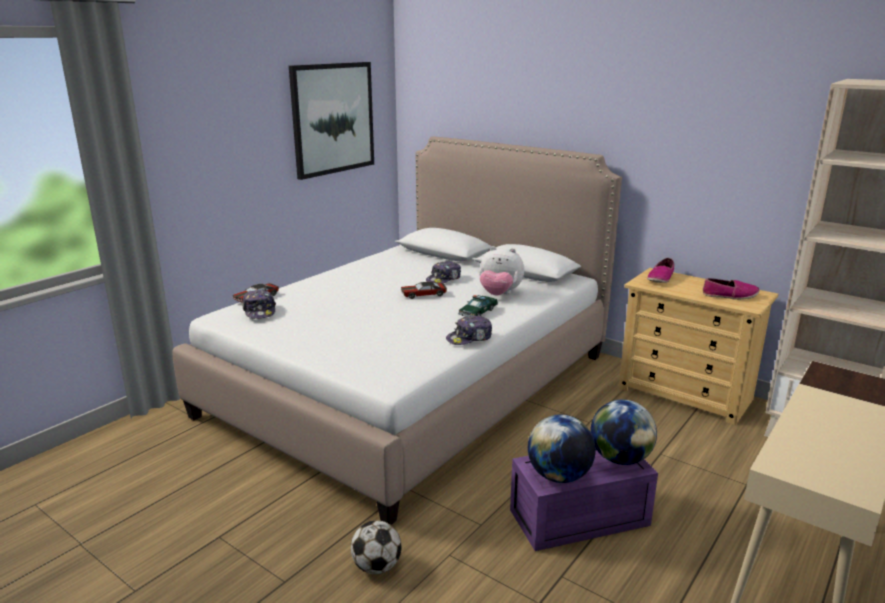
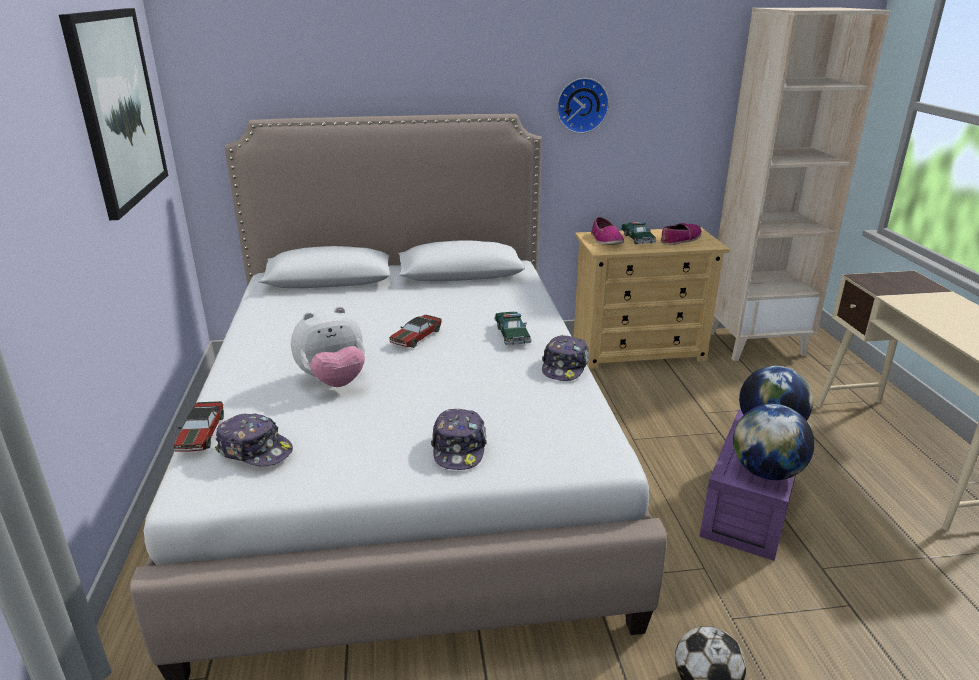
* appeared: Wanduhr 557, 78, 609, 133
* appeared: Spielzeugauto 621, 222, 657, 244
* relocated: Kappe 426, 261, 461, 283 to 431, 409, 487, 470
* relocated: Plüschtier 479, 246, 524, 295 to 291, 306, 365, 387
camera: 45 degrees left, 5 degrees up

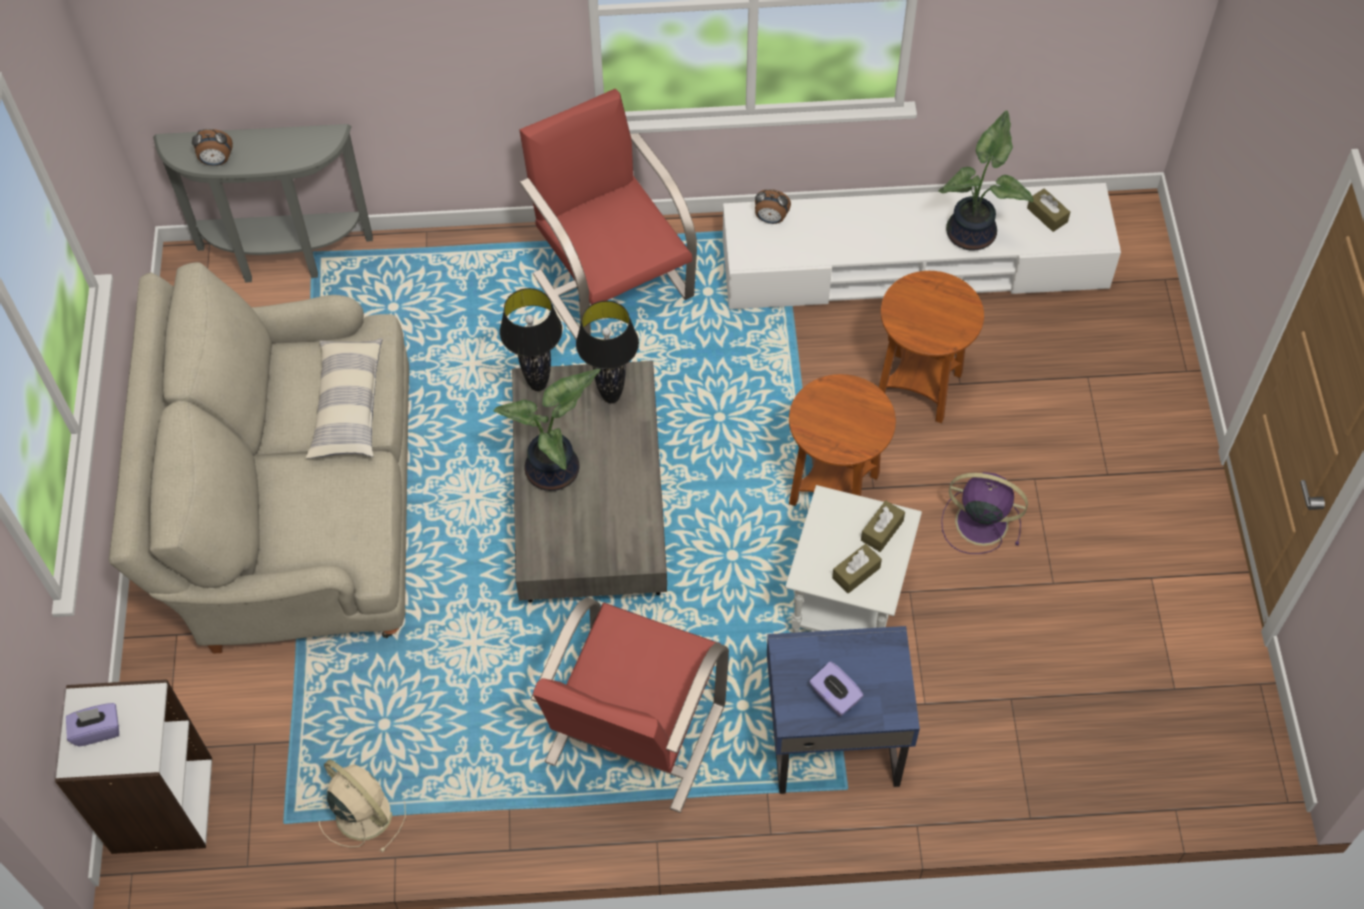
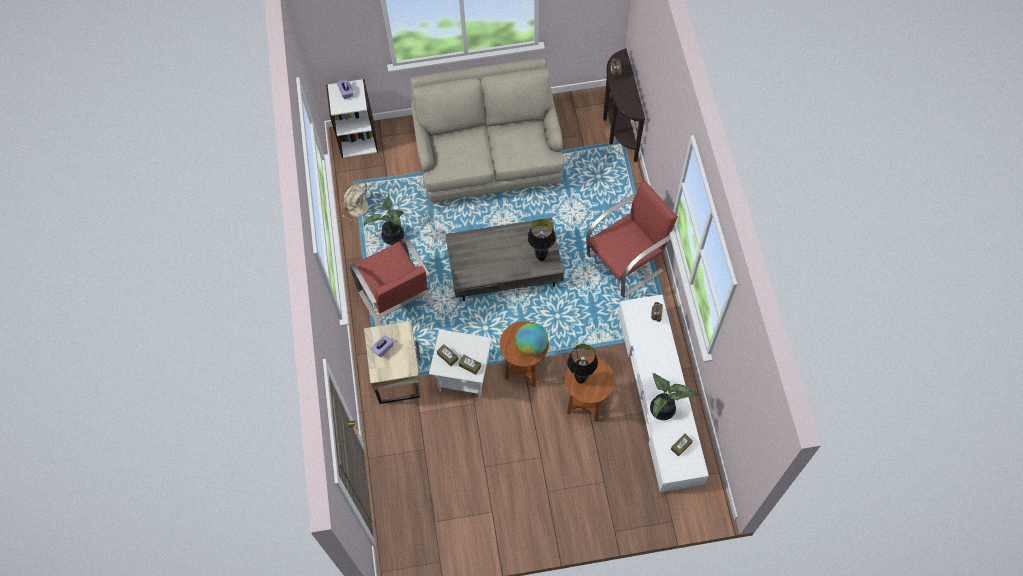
* missing: Kissen 306, 338, 383, 458
* missing: Ventilator [lila] 941, 472, 1028, 554
* appeared: Globus 516, 323, 548, 356
* relocated: Topfpflanze 493, 369, 601, 491 to 364, 195, 404, 245
* relocated: Tischlampe [schwarz] 500, 288, 562, 391 to 567, 344, 598, 384
* colour: Konsolentisch [grau] 153, 124, 373, 283 to Konsolentisch [braun] 603, 49, 645, 162
* colour: Nachttisch [blau] 767, 626, 920, 794 to Nachttisch [beige] 364, 321, 421, 404
* spun: Sessel [rot] 531, 597, 729, 813 = 349, 238, 435, 326 135 degrees counterclockwise
camera: 85 degrees right, 5 degrees up

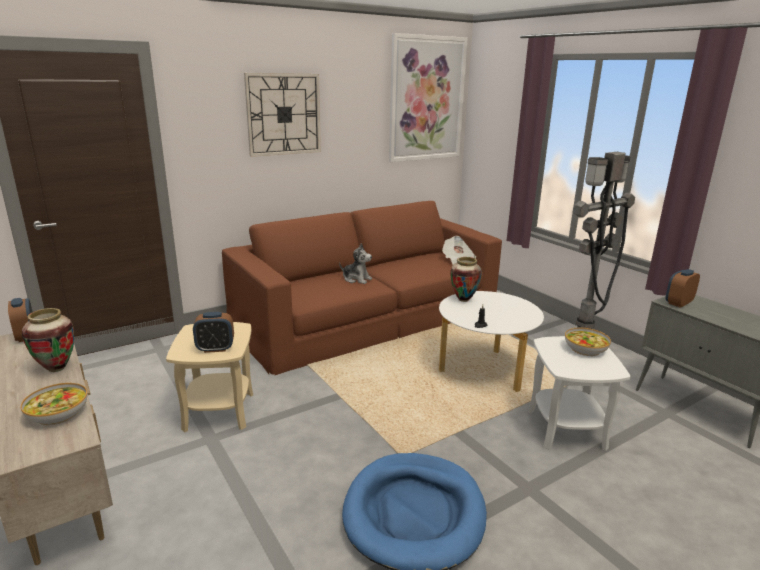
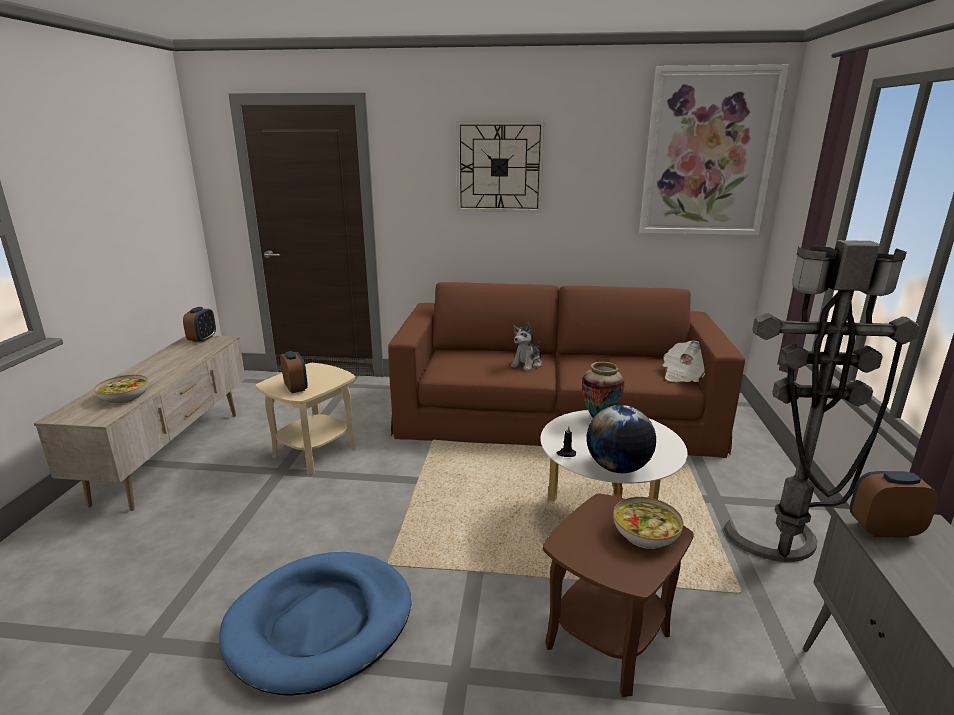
* missing: Vase 22, 308, 74, 372
* appeared: Globus 587, 405, 656, 473
* colour: Beistelltisch [weiß] 528, 336, 630, 451 to Beistelltisch [braun] 543, 494, 694, 697
* spun: Wecker 193, 312, 234, 353 = 280, 351, 308, 393 150 degrees counterclockwise
* spun: Plüschtier 339, 243, 372, 284 = 511, 323, 542, 371 60 degrees clockwise
camera: 40 degrees right, 0 degrees up

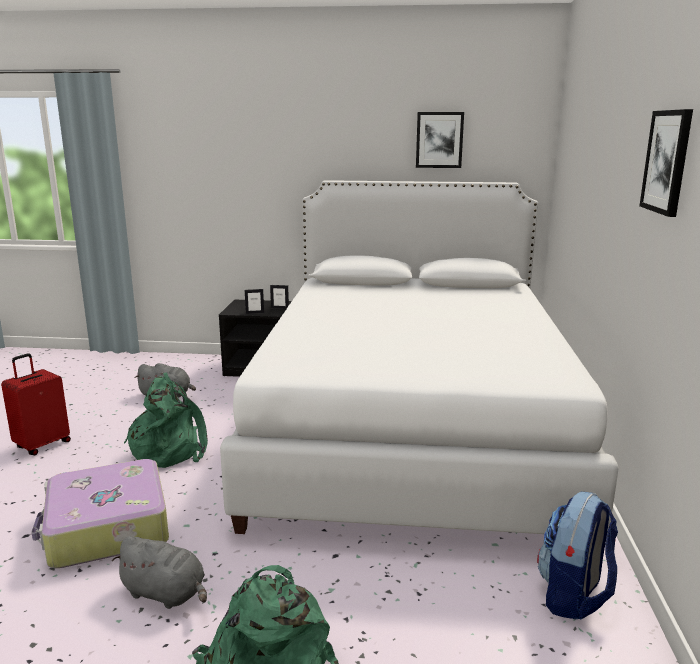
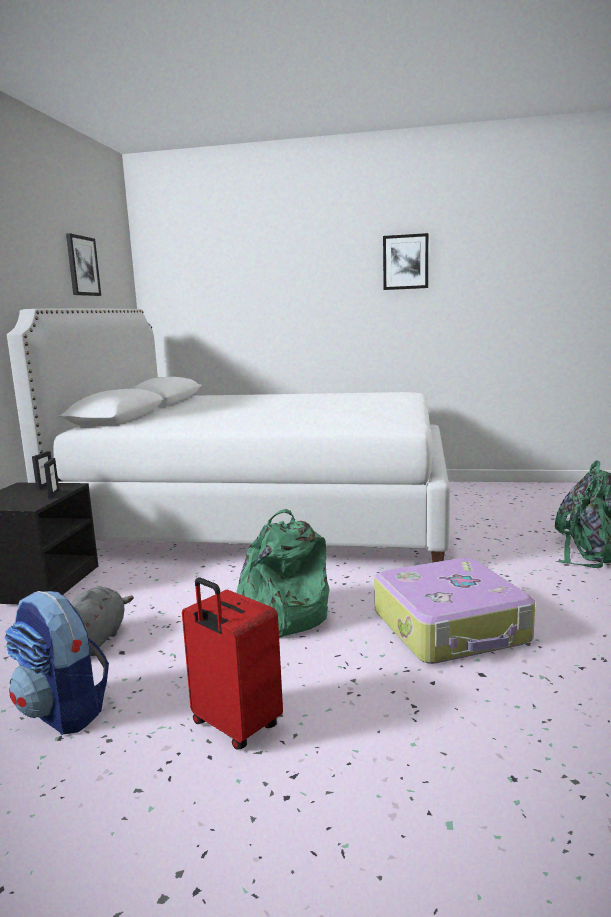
* missing: Plüschtier [grau] 112, 536, 207, 609
* relocated: Rucksack 537, 491, 618, 619 to 5, 591, 109, 735
camera: 85 degrees left, 5 degrees down

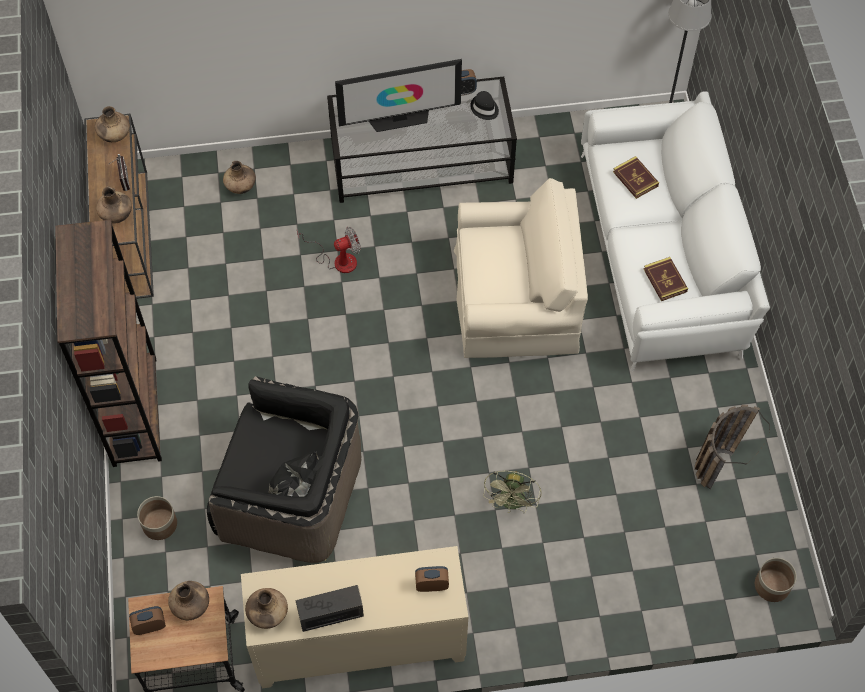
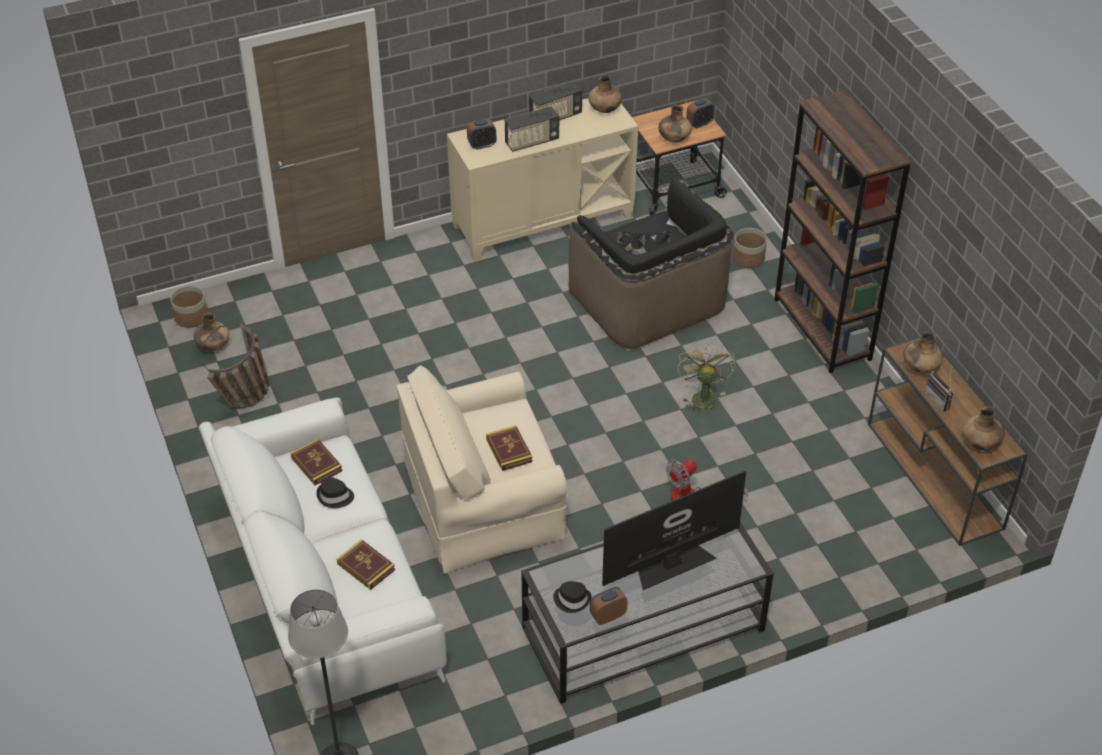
* appeared: Hut [schwarz] 316, 477, 354, 508
* appeared: Buch 486, 425, 532, 471
* appeared: Radio 505, 106, 559, 152
* relocated: Vase [braun] 223, 161, 256, 194 to 194, 312, 229, 351
* relocated: Ventilator [grün] 483, 471, 542, 514 to 678, 343, 735, 416
* spun: Sessel [schwarz] 207, 376, 361, 563 = 568, 178, 734, 351 120 degrees counterclockwise
camera: 165 degrees right, 15 degrees down

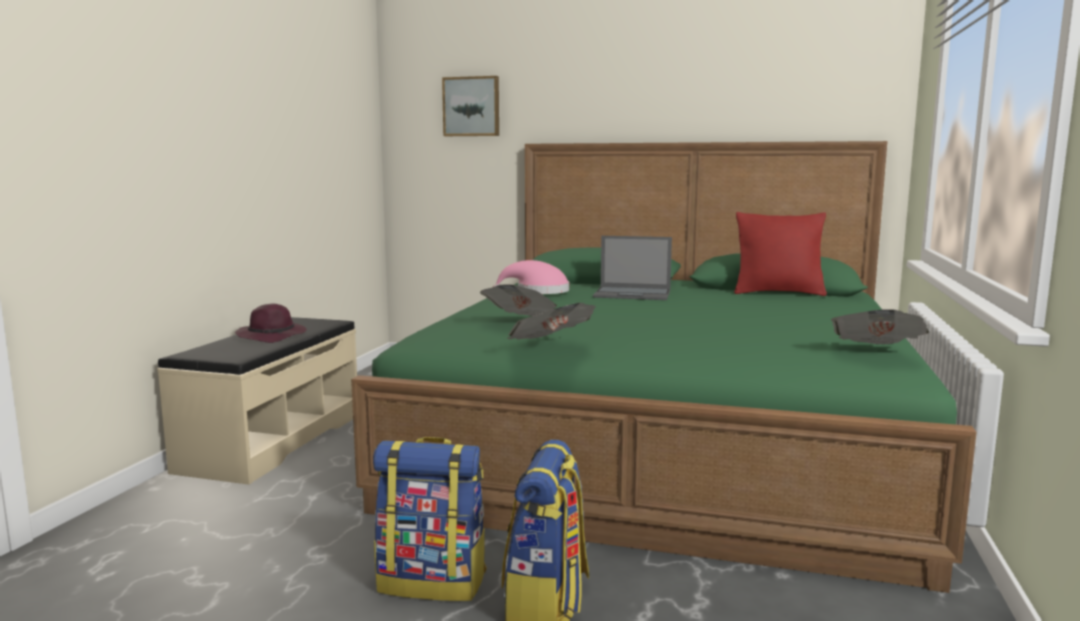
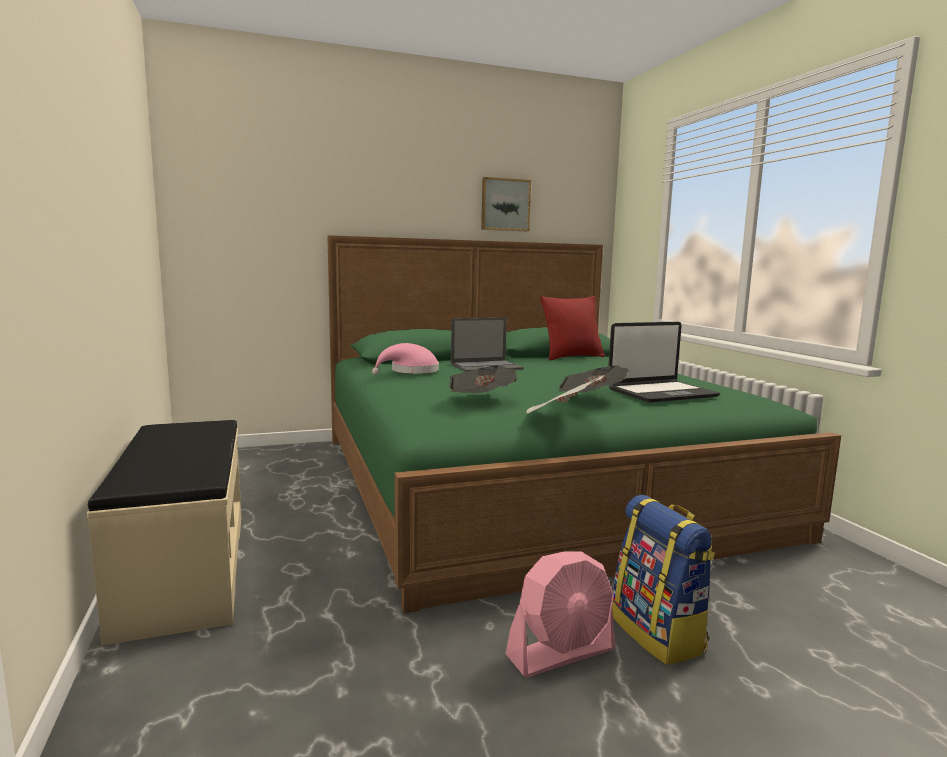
* missing: Hut [lila] 235, 303, 307, 343
* appeared: Laptop 609, 322, 720, 403
* relocated: Bild 442, 76, 499, 136 to 481, 177, 531, 231
* relocated: Zeitung 831, 309, 929, 344 to 558, 365, 629, 393
* exchanged: Rucksack 373, 437, 487, 601 to Ventilator [rosa] 506, 552, 616, 677
camera: 35 degrees left, 0 degrees up

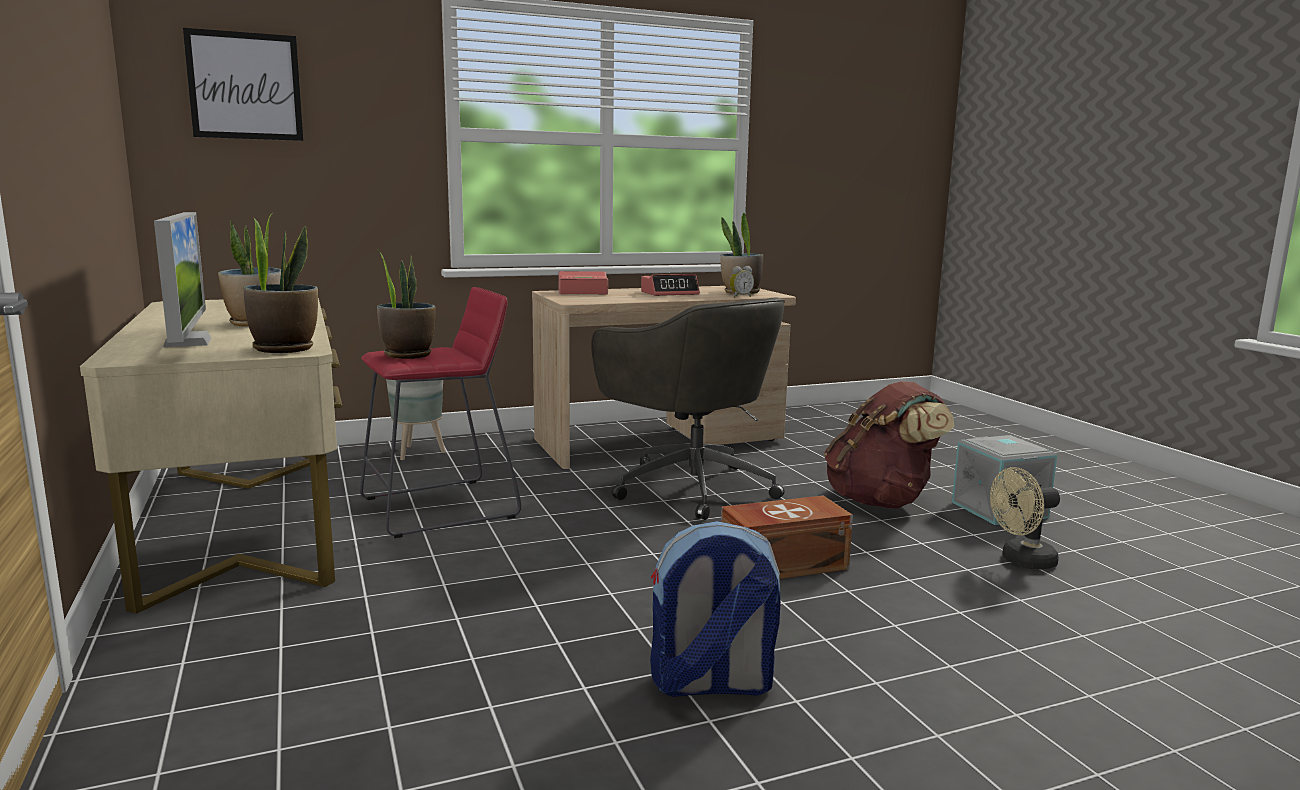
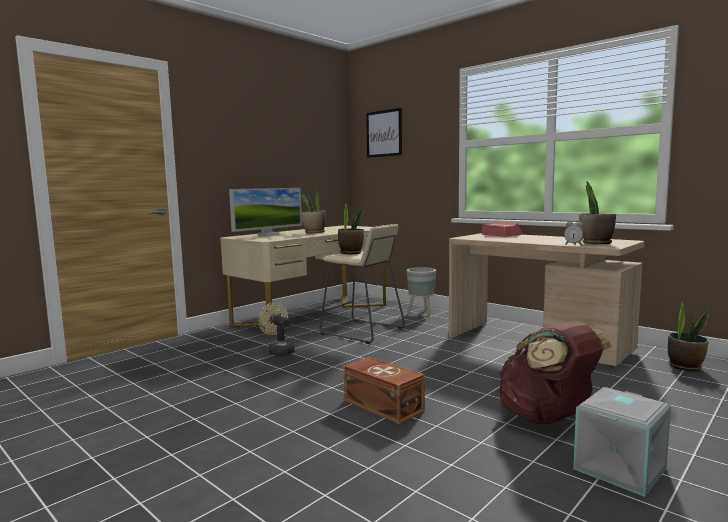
* missing: Bürostuhl [grau] 591, 297, 785, 520
* missing: Wecker 641, 274, 700, 296
* missing: Rucksack 650, 521, 781, 697
* relocated: Topfpflanze 244, 217, 318, 353 to 668, 301, 709, 371
* relocated: Ventilator [beige] 990, 467, 1060, 570 to 258, 302, 295, 356
* colour: Hocker [rot] 360, 287, 521, 538 to Hocker [beige] 319, 224, 405, 344
camera: 65 degrees right, 5 degrees down

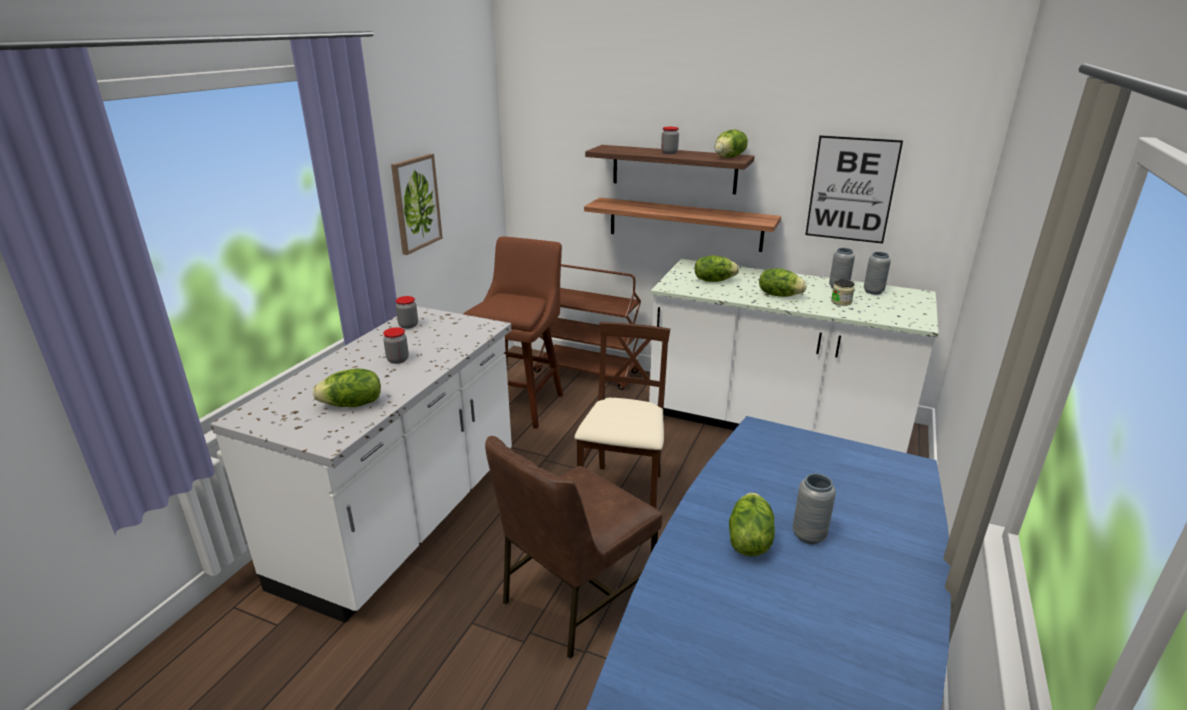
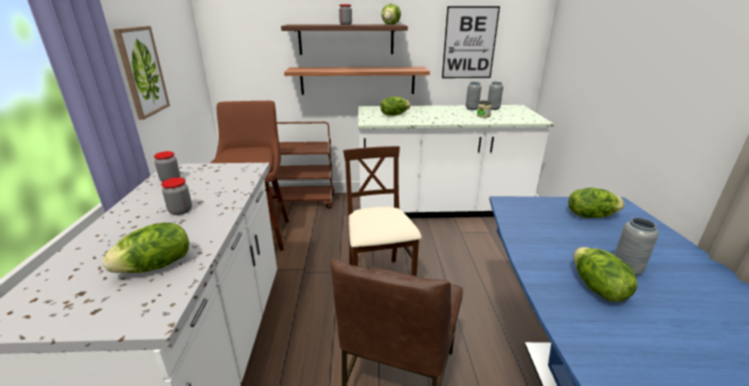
* relocated: Salatkopf 759, 268, 807, 297 to 568, 188, 625, 218
camera: 25 degrees left, 0 degrees up

